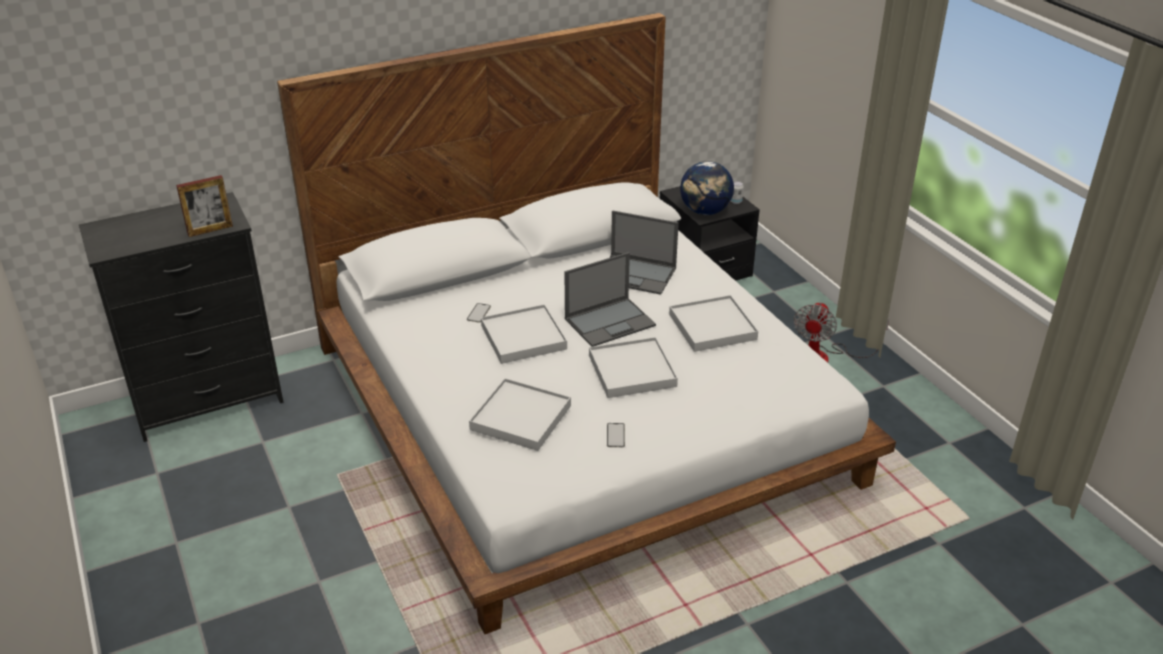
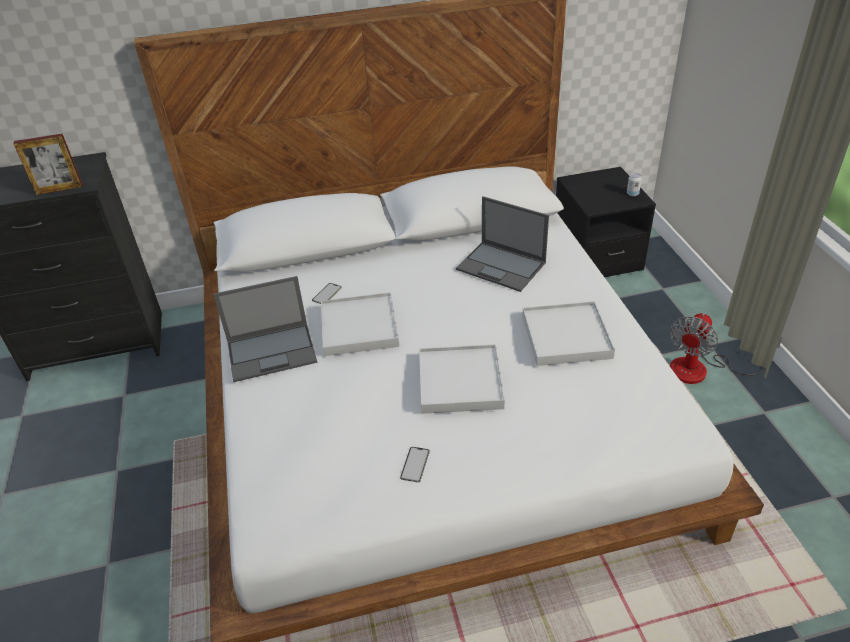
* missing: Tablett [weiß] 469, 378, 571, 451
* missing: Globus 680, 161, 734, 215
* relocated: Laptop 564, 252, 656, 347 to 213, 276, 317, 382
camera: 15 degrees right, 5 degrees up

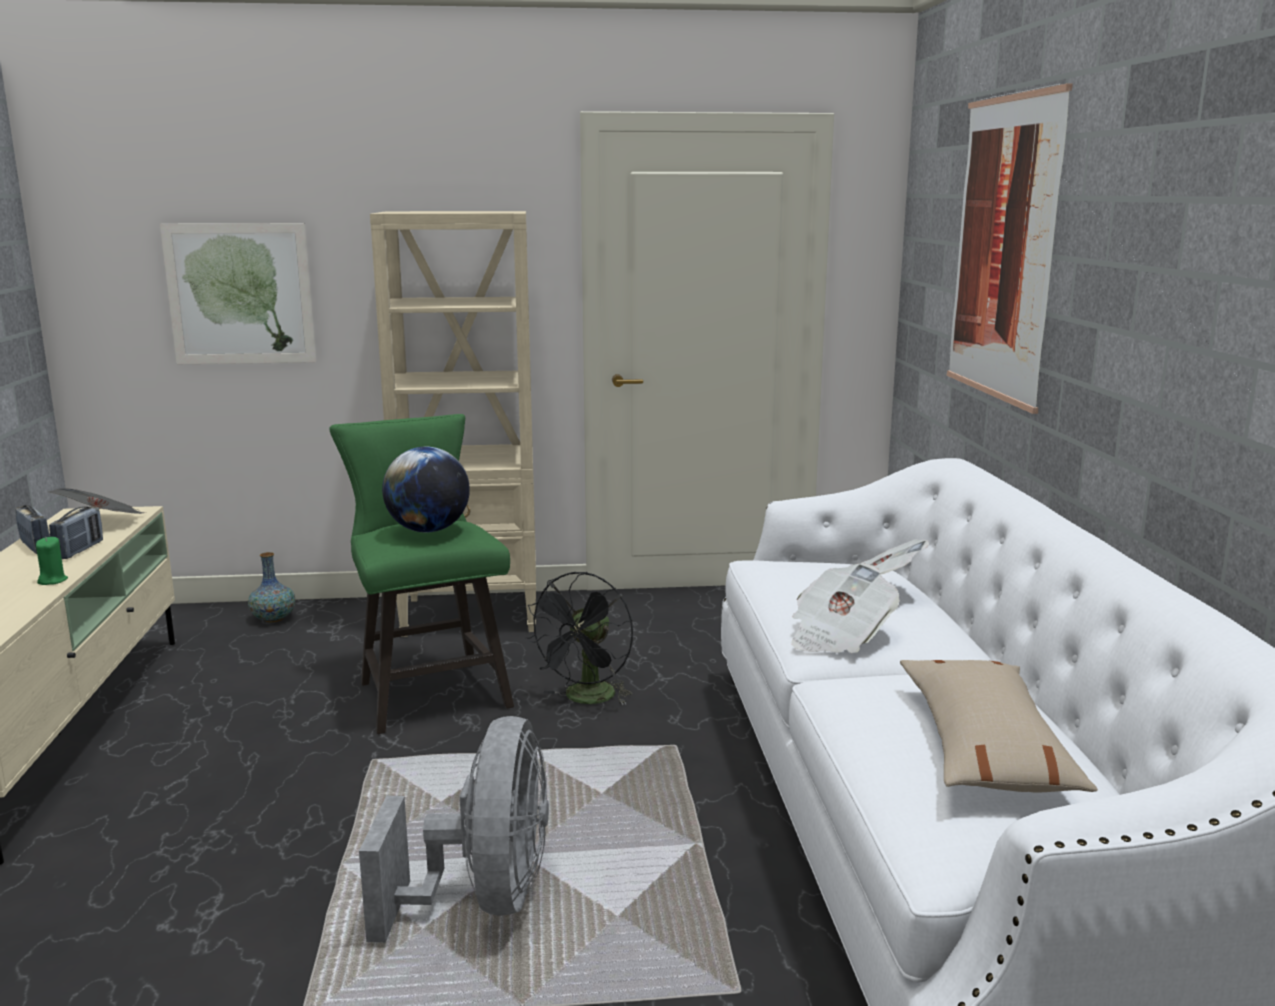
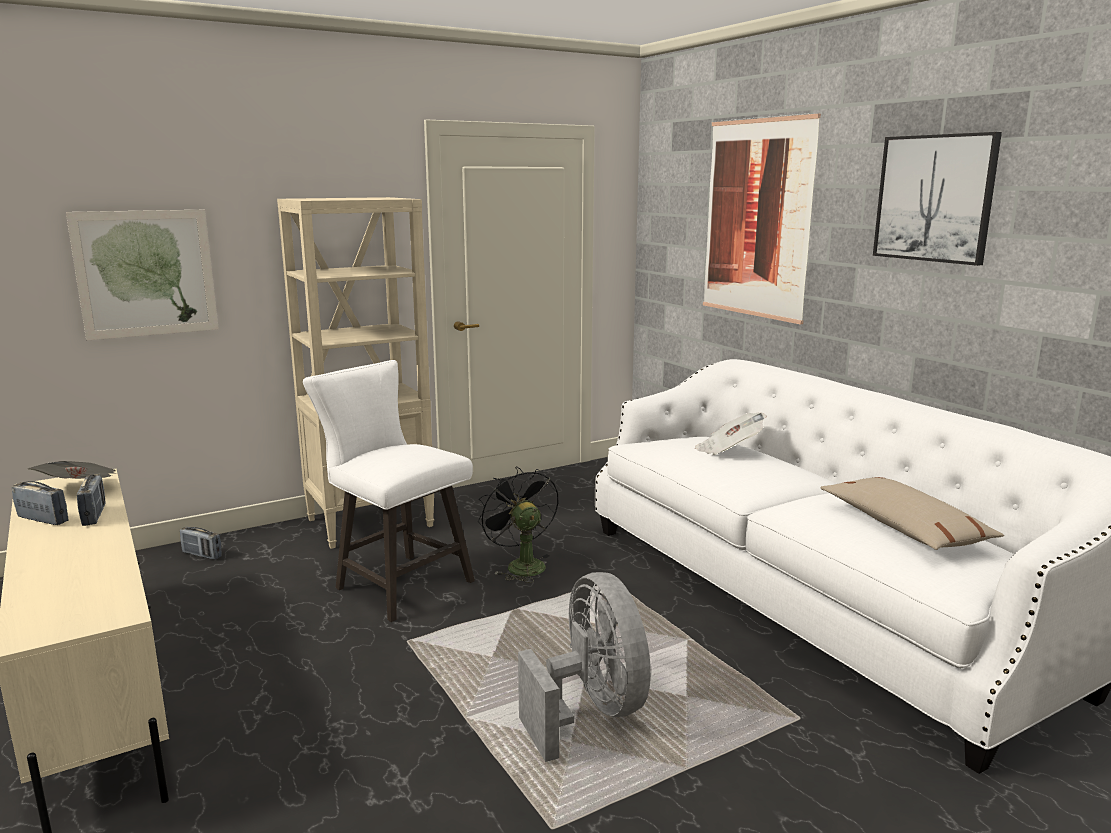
* missing: Kerze [grün] 36, 537, 68, 585
* missing: Globus 382, 446, 470, 532
* missing: Zeitung 792, 563, 900, 653
* appeared: Bild 873, 132, 1002, 266
* exchanged: Vase 248, 552, 295, 623 to Radio 180, 527, 222, 560
* colour: Hocker [grün] 329, 414, 514, 734 to Hocker [weiß] 303, 360, 475, 622
* spun: Ventilator [schwarz] 525, 572, 633, 705 = 478, 467, 559, 583 150 degrees clockwise
camera: 25 degrees left, 0 degrees up

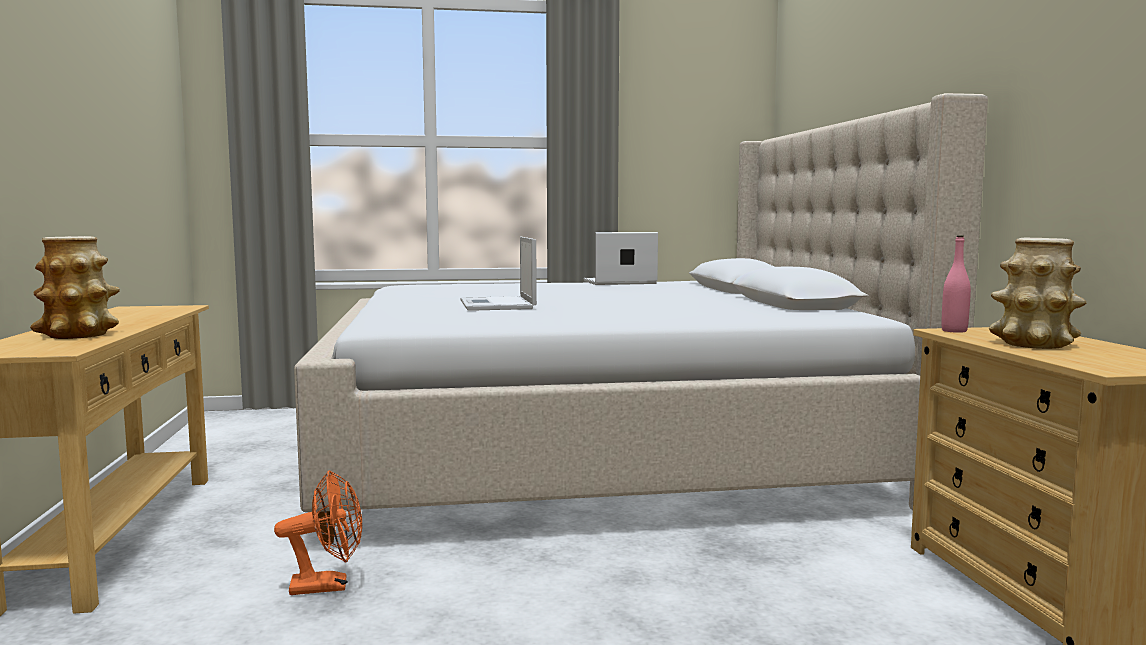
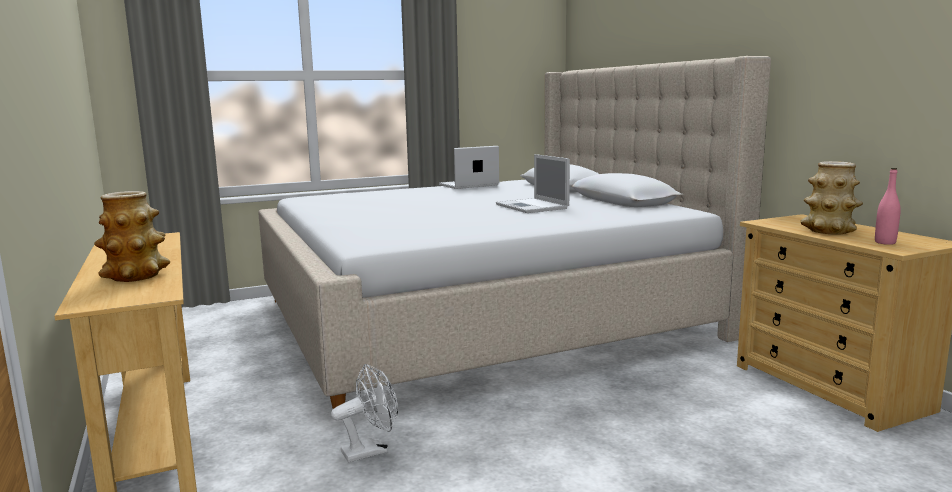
* relocated: Laptop 460, 236, 537, 311 to 496, 154, 570, 213
* relocated: Flasche [rosa] 942, 235, 971, 333 to 875, 168, 901, 245
* colour: Ventilator [orange] 274, 470, 362, 595 to Ventilator [weiß] 331, 364, 398, 462
camera: 15 degrees left, 5 degrees up

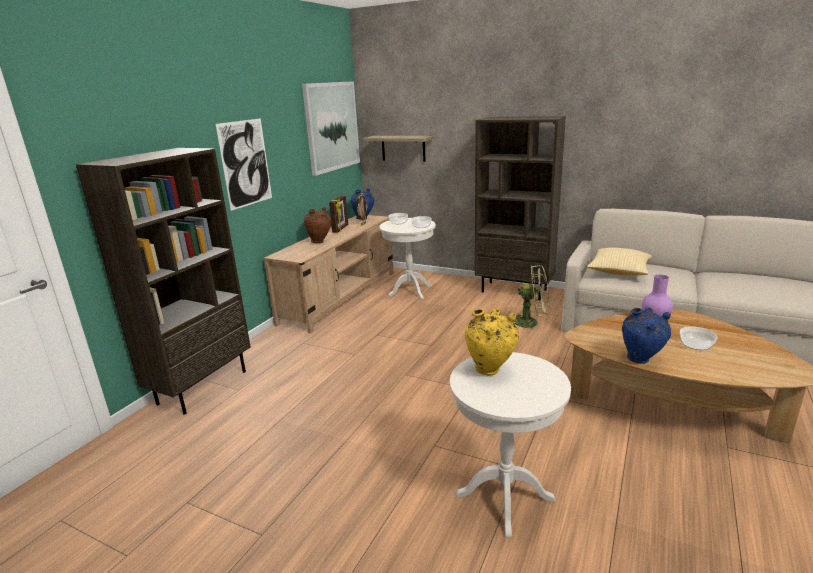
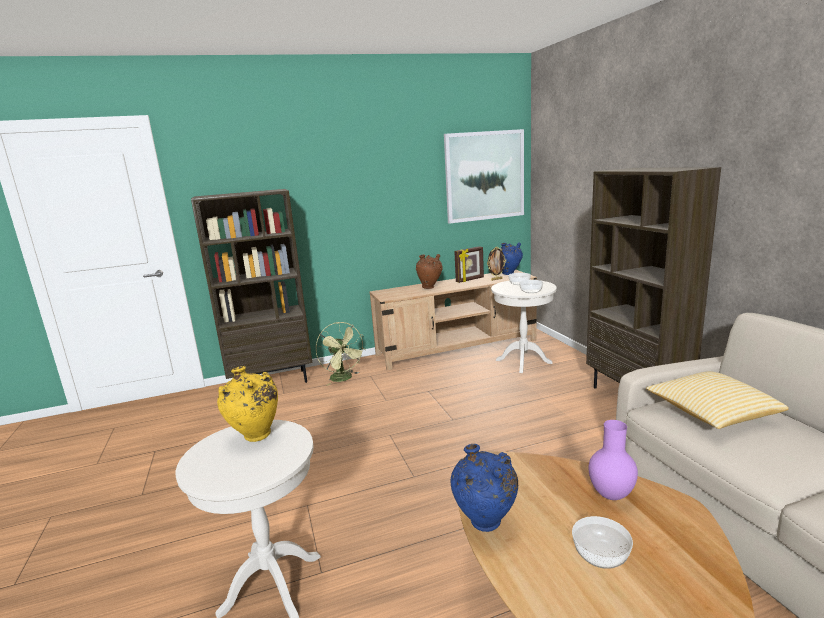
* missing: Bild 215, 118, 272, 211
* missing: Wandregal 363, 136, 433, 162
* relocated: Ventilator [grün] 515, 265, 550, 332 to 316, 322, 366, 386
camera: 45 degrees right, 5 degrees down

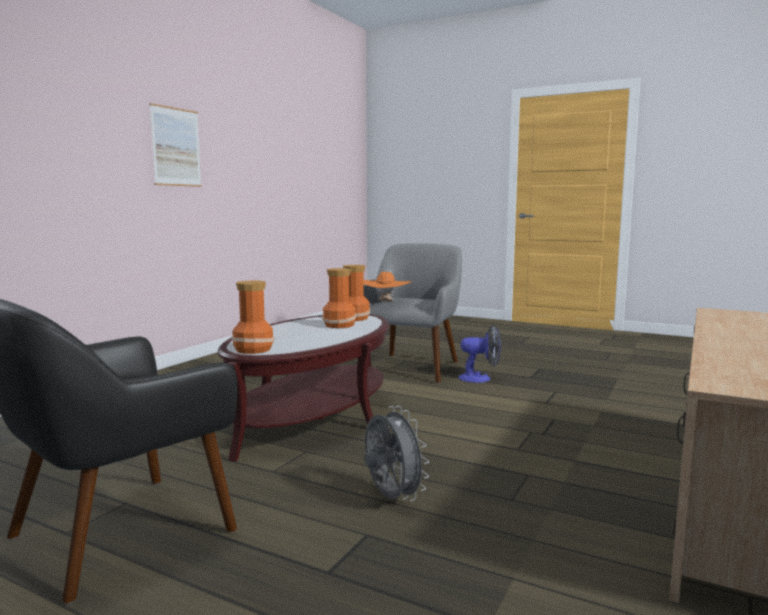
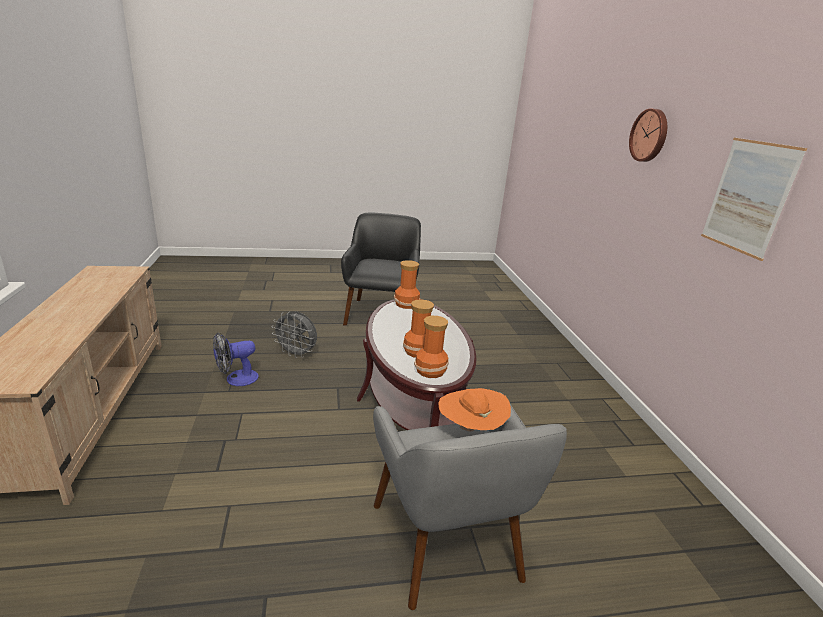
* appeared: Wanduhr 629, 108, 667, 162
* relocated: Ventilator 459, 325, 501, 383 to 213, 333, 259, 386
camera: 140 degrees right, 15 degrees up

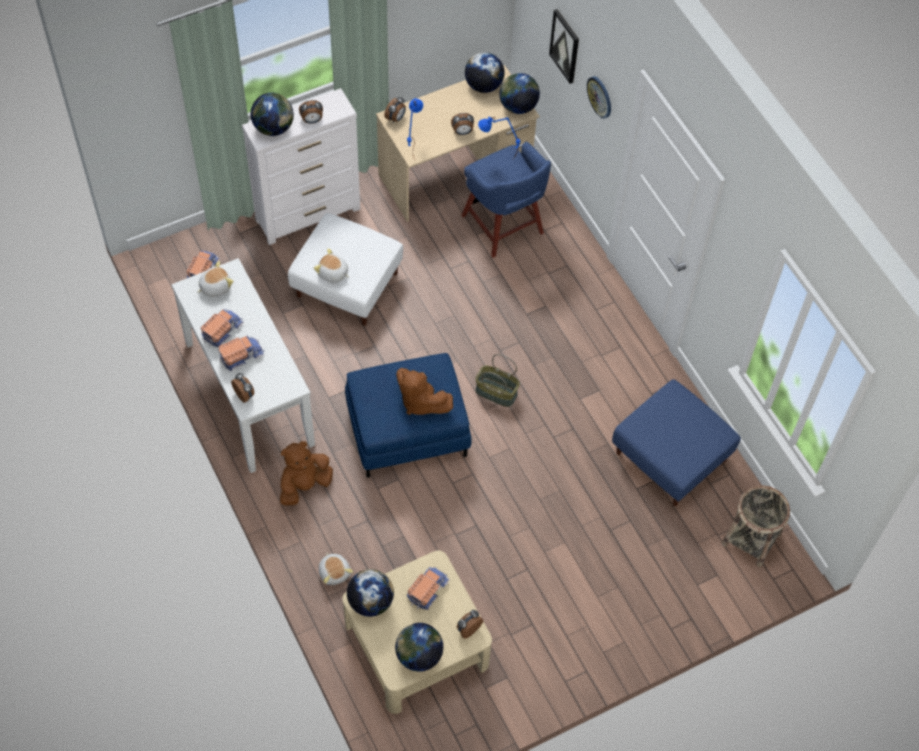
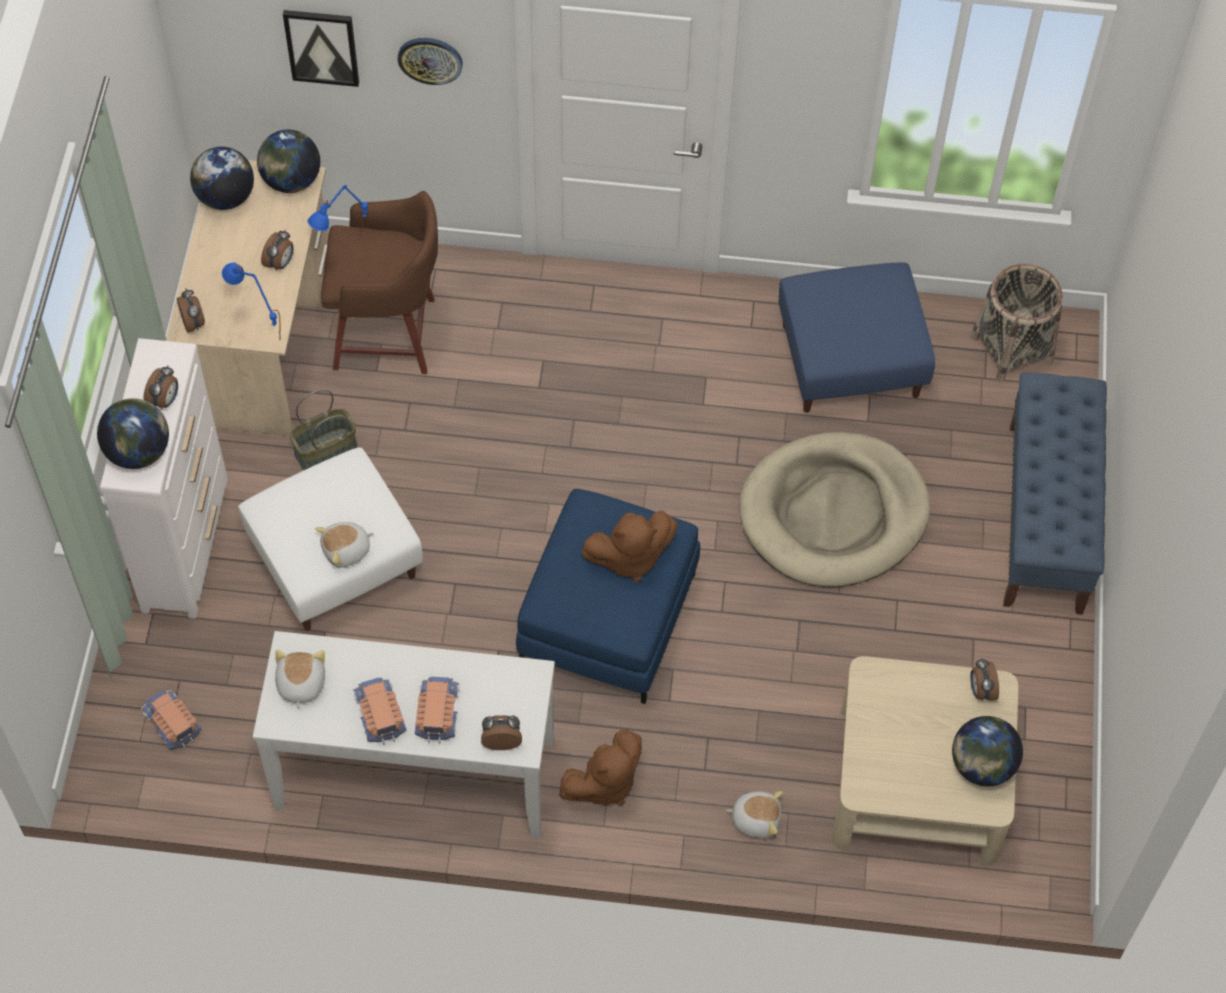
* missing: Globus 347, 569, 394, 617
* missing: Spielzeuglaster 407, 567, 450, 610
* appeared: Hundebett [beige] 739, 432, 930, 587
* appeared: Bank [blau] 1003, 373, 1107, 615
* relocated: Korb 475, 354, 520, 407 to 289, 389, 357, 470
* colour: Hocker [blau] 461, 142, 551, 258 to Hocker [braun] 321, 191, 438, 374
* spun: Plüschtier [braun] 280, 441, 333, 506 = 559, 729, 642, 806 120 degrees counterclockwise
camera: 55 degrees left, 0 degrees up

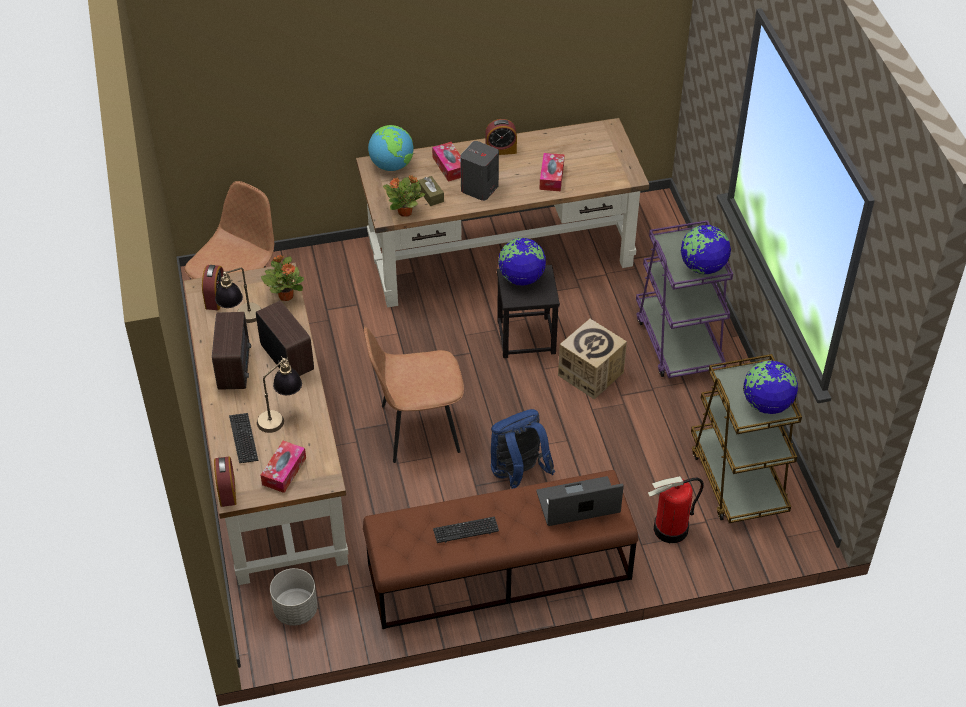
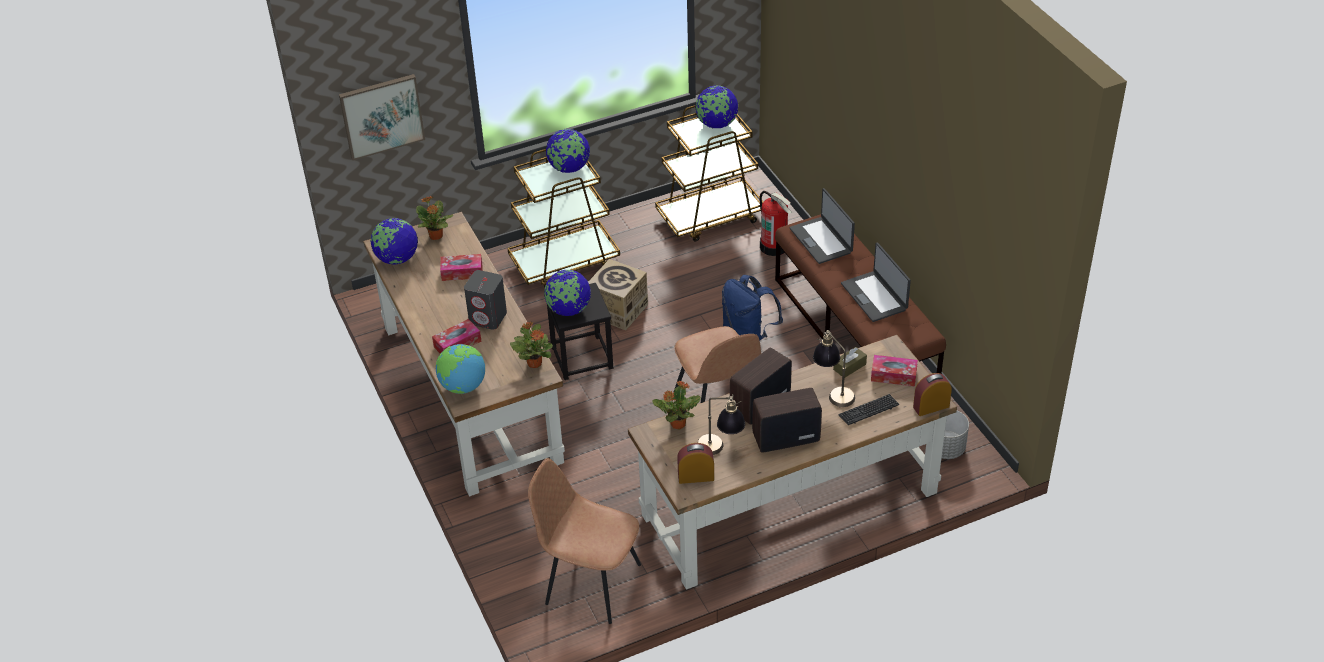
* missing: Wecker 486, 119, 517, 155
* appeared: Bild 339, 74, 425, 160
* appeared: Globus 371, 218, 418, 265
* appeared: Topfpflanze 416, 196, 453, 240
* relocated: Taschentuchbox [braun] 418, 176, 444, 206 to 833, 347, 867, 378
* exchanged: Tastatur 433, 516, 499, 543 to Laptop 841, 242, 911, 322
* colour: Rollwagen [lila] 636, 220, 733, 378 to Rollwagen [braun] 507, 149, 620, 287
camera: 100 degrees left, 5 degrees down

